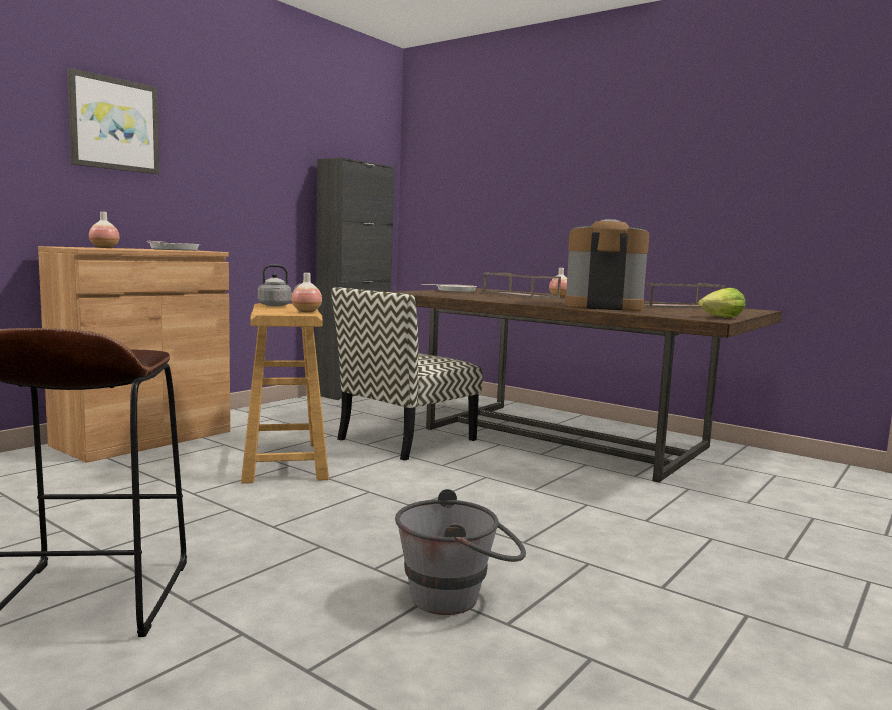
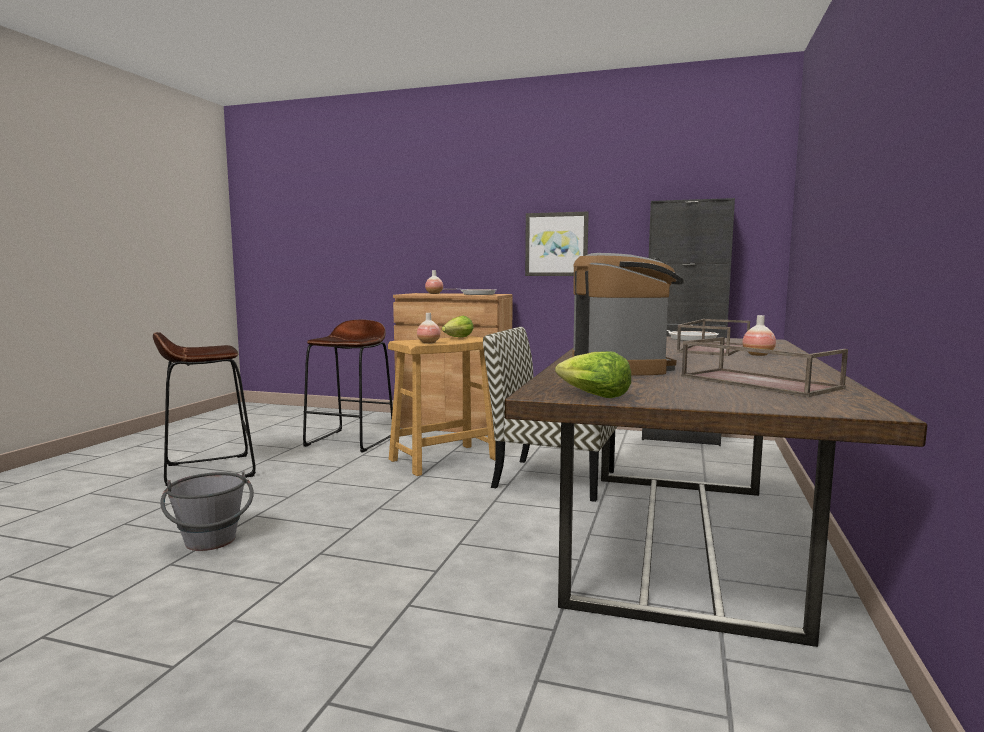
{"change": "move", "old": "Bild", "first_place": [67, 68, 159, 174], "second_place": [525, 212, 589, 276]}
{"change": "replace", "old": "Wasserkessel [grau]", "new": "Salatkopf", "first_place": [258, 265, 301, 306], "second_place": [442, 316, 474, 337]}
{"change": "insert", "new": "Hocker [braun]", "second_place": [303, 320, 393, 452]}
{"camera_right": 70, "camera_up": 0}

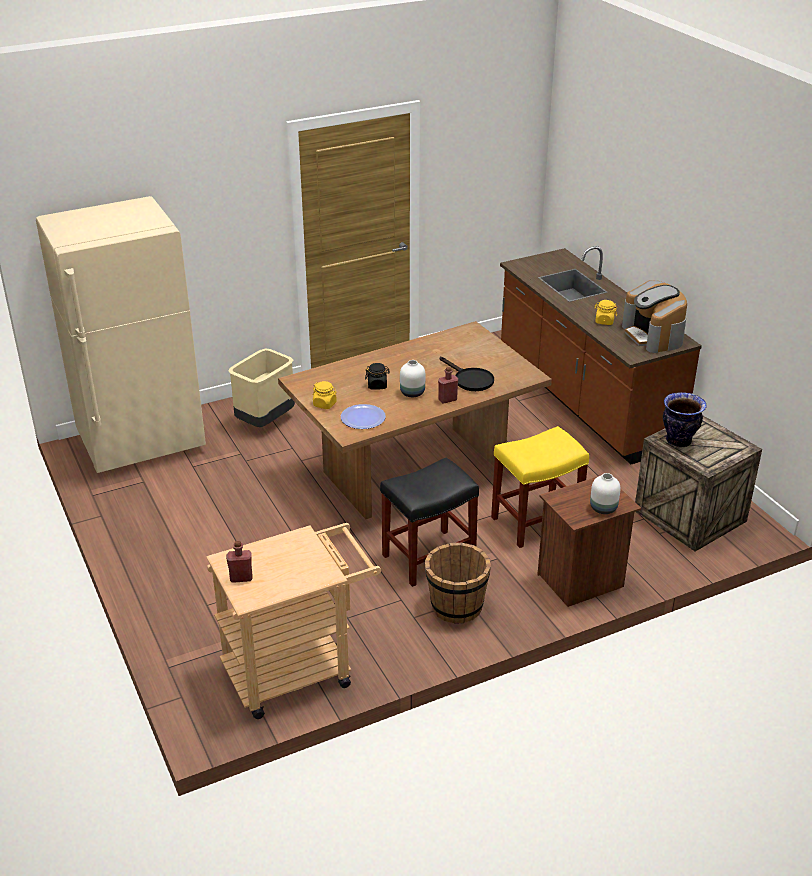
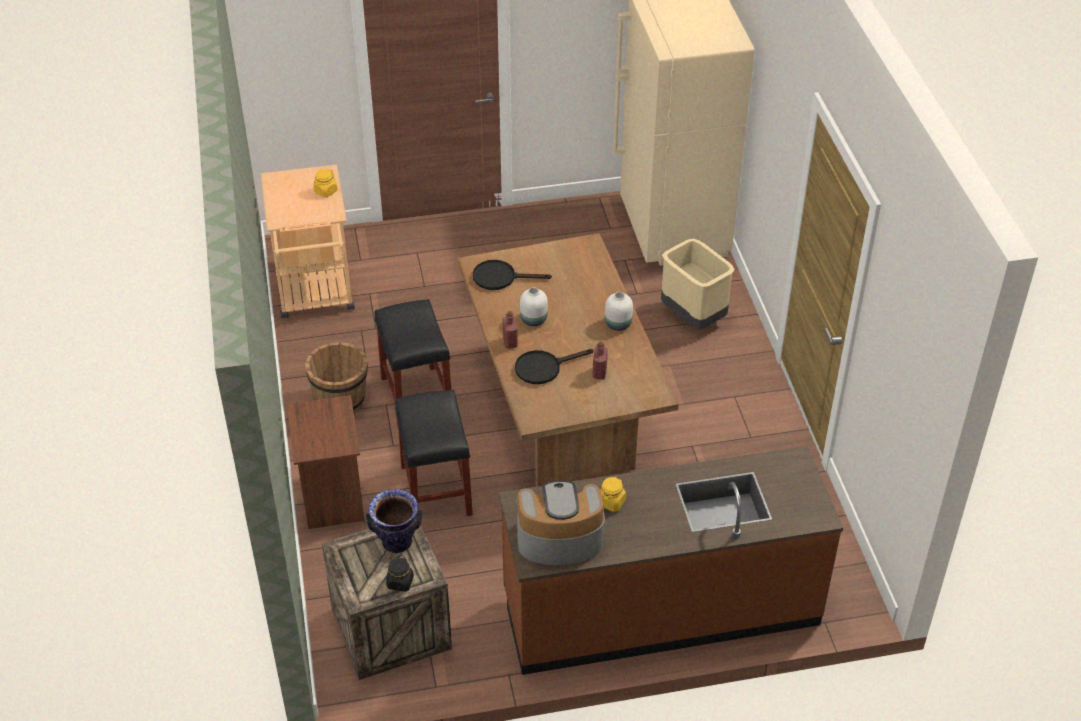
{"change": "move", "old": "Vorratsglas [schwarz]", "first_place": [365, 363, 390, 390], "second_place": [386, 556, 414, 592]}
{"change": "move", "old": "Vorratsglas [gelb]", "first_place": [313, 381, 337, 409], "second_place": [313, 169, 337, 198]}
{"change": "replace", "old": "Teller", "new": "Pfanne [schwarz]", "first_place": [341, 404, 386, 429], "second_place": [473, 260, 552, 290]}
{"change": "recolor", "old": "Hocker [gelb]", "new": "Hocker [schwarz]", "first_place": [491, 426, 589, 548], "second_place": [395, 390, 473, 516]}
{"change": "move", "old": "Vase [weiß]", "first_place": [590, 473, 620, 514], "second_place": [605, 292, 633, 331]}
{"change": "move", "old": "Flasche [rot]", "first_place": [226, 541, 252, 583], "second_place": [592, 342, 608, 380]}
{"camera_right": 105, "camera_up": 10}

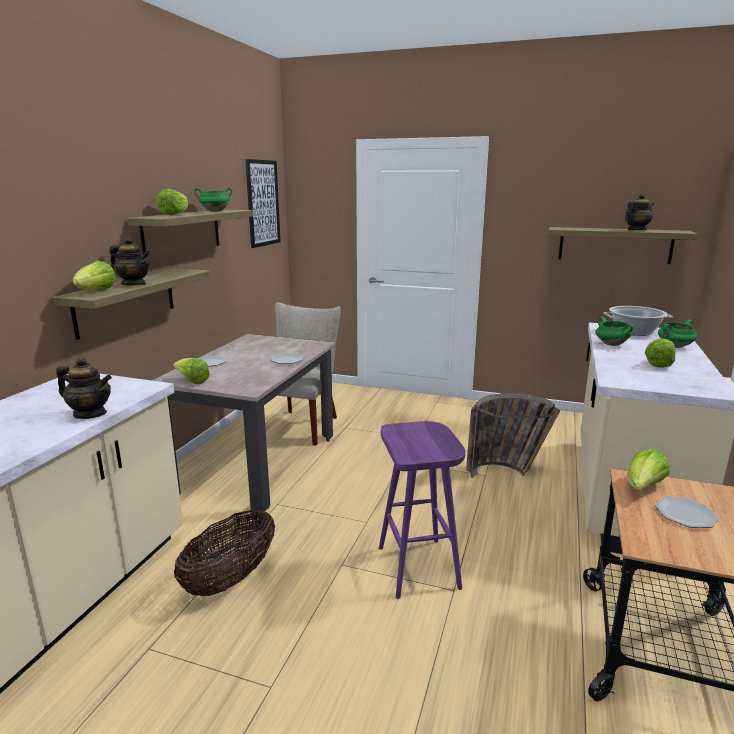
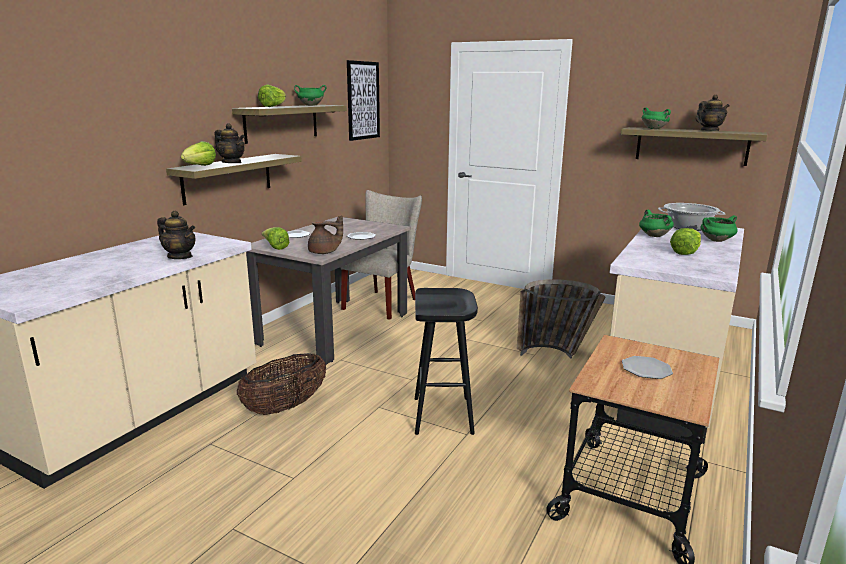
{"change": "recolor", "old": "Hocker [lila]", "new": "Hocker [schwarz]", "first_place": [379, 421, 465, 599], "second_place": [415, 288, 478, 435]}
{"change": "delete", "old": "Salatkopf", "first_place": [627, 449, 670, 490]}
{"change": "insert", "new": "Kochtopf [grün]", "second_place": [642, 108, 671, 129]}
{"change": "insert", "new": "Teekanne [braun]", "second_place": [308, 216, 343, 254]}
{"camera_right": 10, "camera_up": 0}

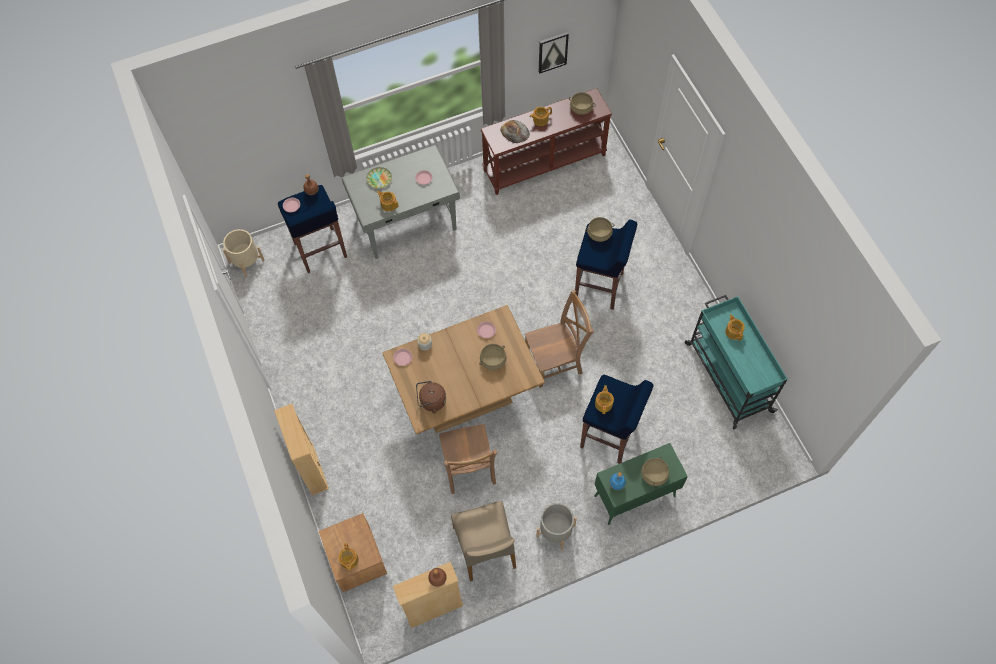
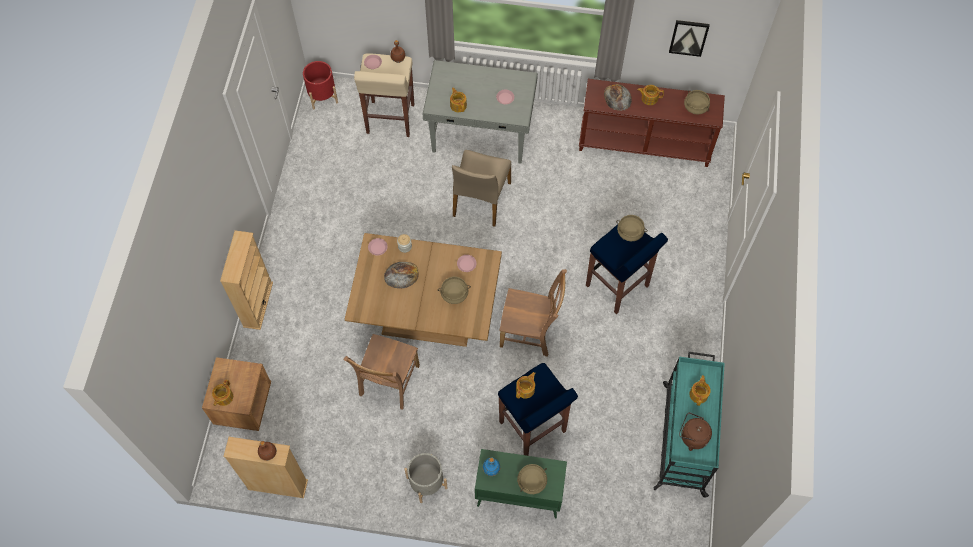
{"change": "delete", "old": "Teller", "first_place": [366, 167, 392, 189]}
{"change": "recolor", "old": "Hocker [blau]", "new": "Hocker [beige]", "first_place": [278, 185, 347, 273], "second_place": [354, 54, 414, 137]}
{"change": "recolor", "old": "Pflanzkübel [beige]", "new": "Pflanzkübel [rot]", "first_place": [223, 229, 265, 277], "second_place": [303, 61, 338, 109]}
{"change": "move", "old": "Wasserkessel [braun]", "first_place": [416, 381, 446, 413], "second_place": [679, 412, 712, 451]}
{"change": "move", "old": "Stuhl [beige]", "first_place": [451, 501, 516, 581], "second_place": [452, 150, 511, 227]}
{"change": "insert", "new": "Brot", "second_place": [384, 262, 419, 289]}
{"camera_right": 30, "camera_up": 0}

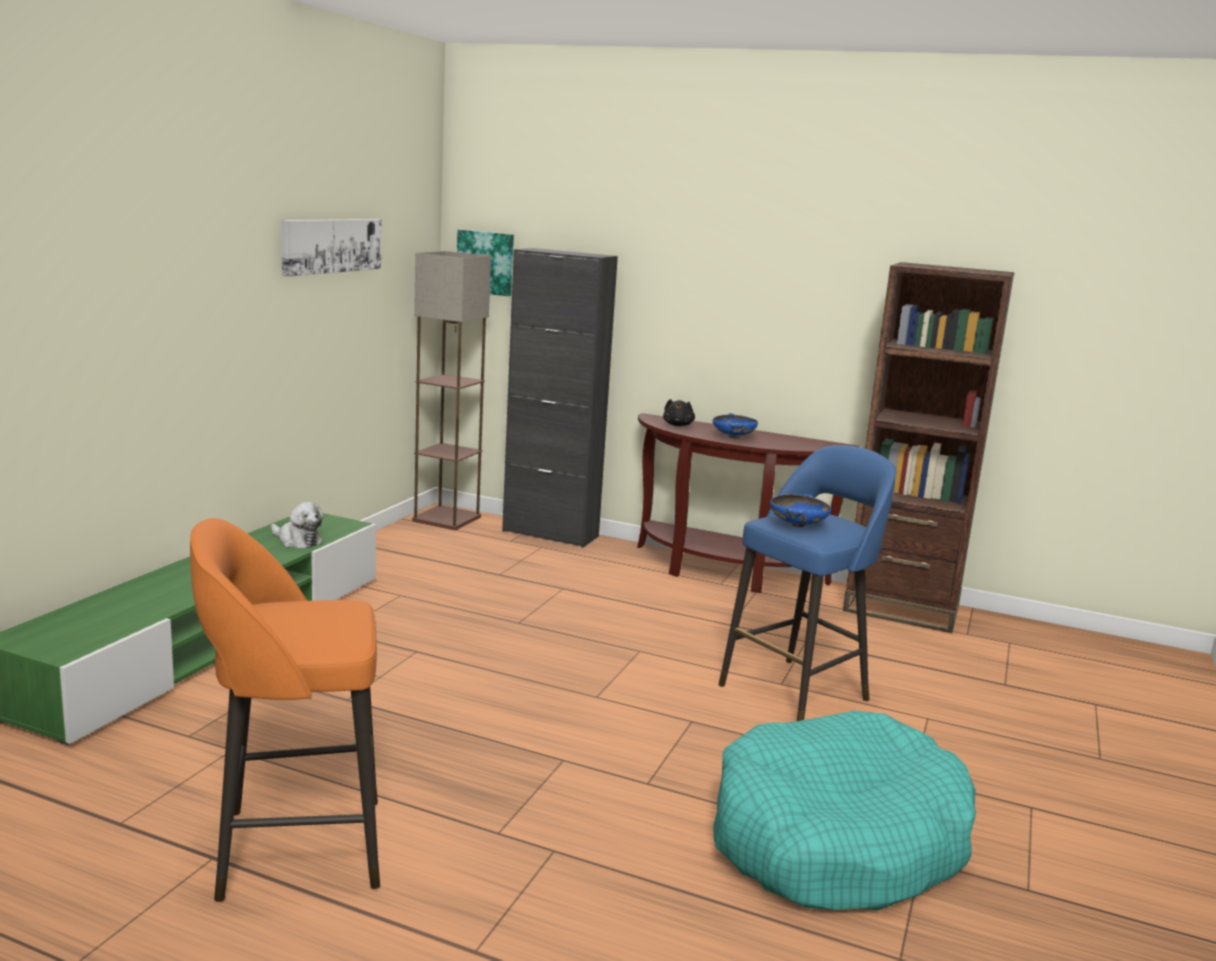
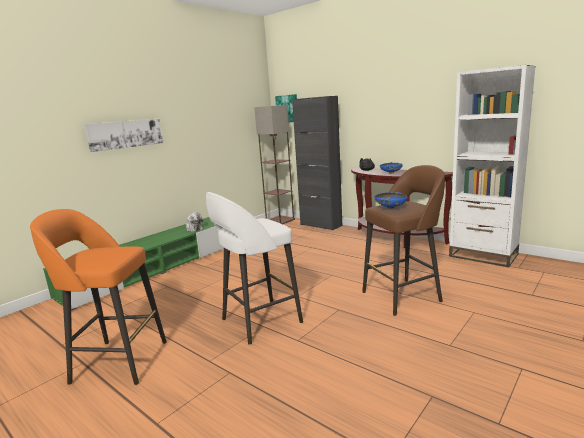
{"change": "move", "old": "Bild", "first_place": [281, 219, 381, 277], "second_place": [84, 119, 163, 152]}
{"change": "recolor", "old": "Bücherregal [braun]", "new": "Bücherregal [weiß]", "first_place": [843, 262, 1015, 633], "second_place": [449, 65, 536, 267]}
{"change": "recolor", "old": "Hocker [blau]", "new": "Hocker [braun]", "first_place": [718, 445, 896, 721], "second_place": [362, 165, 445, 316]}
{"change": "delete", "old": "Hundebett [türkis]", "first_place": [713, 711, 976, 910]}
{"change": "insert", "new": "Hocker [weiß]", "second_place": [206, 192, 303, 345]}
{"camera_right": 20, "camera_up": 0}

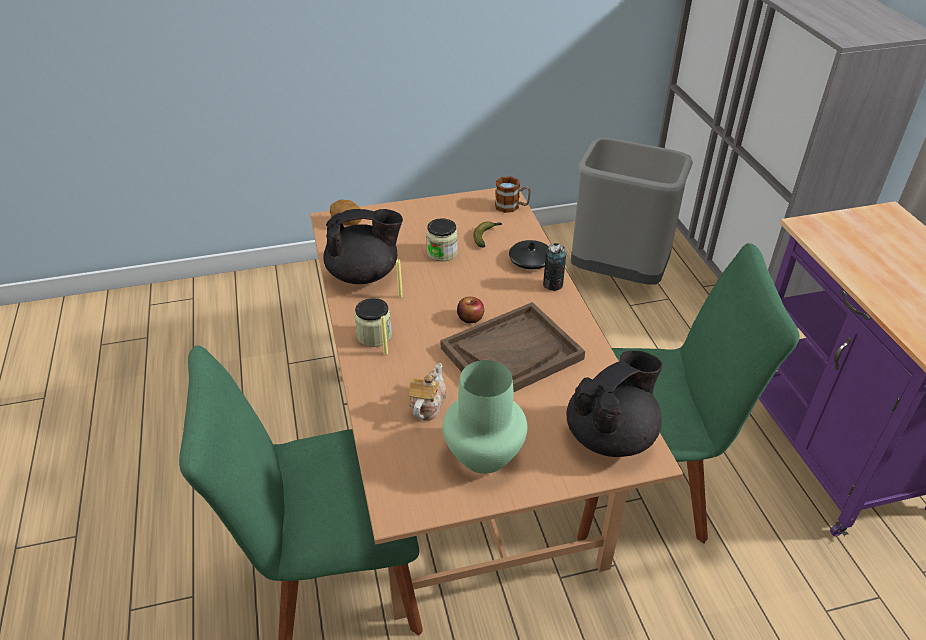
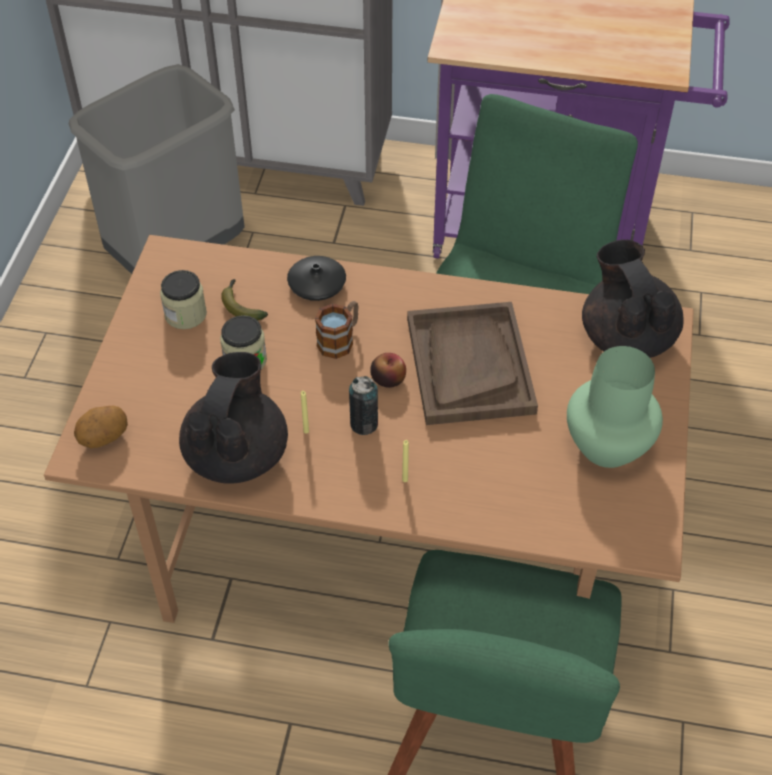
{"change": "move", "old": "Henkelbecher", "first_place": [495, 176, 531, 213], "second_place": [315, 301, 359, 359]}
{"change": "move", "old": "Dose", "first_place": [543, 243, 566, 291], "second_place": [349, 376, 378, 435]}
{"change": "move", "old": "Vorratsglas", "first_place": [354, 298, 392, 347], "second_place": [160, 270, 207, 329]}
{"change": "delete", "old": "Teekanne", "first_place": [409, 363, 447, 421]}
{"camera_right": -65, "camera_up": 10}

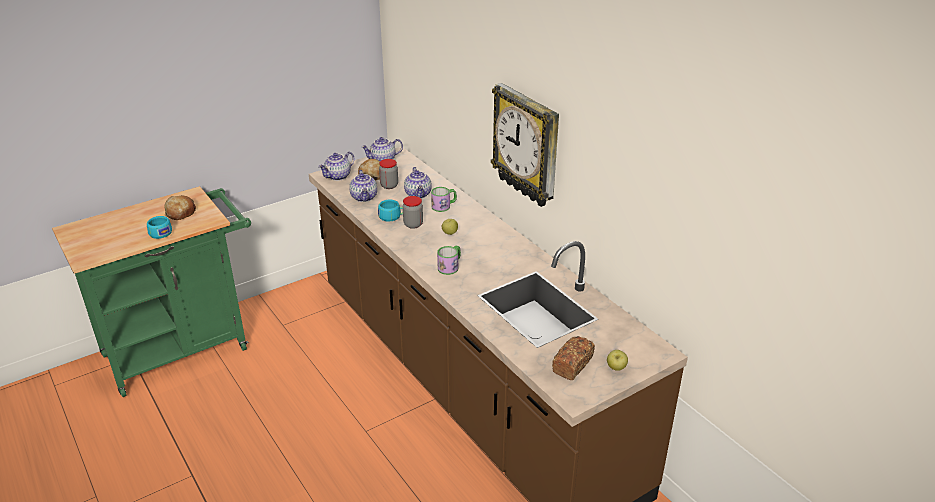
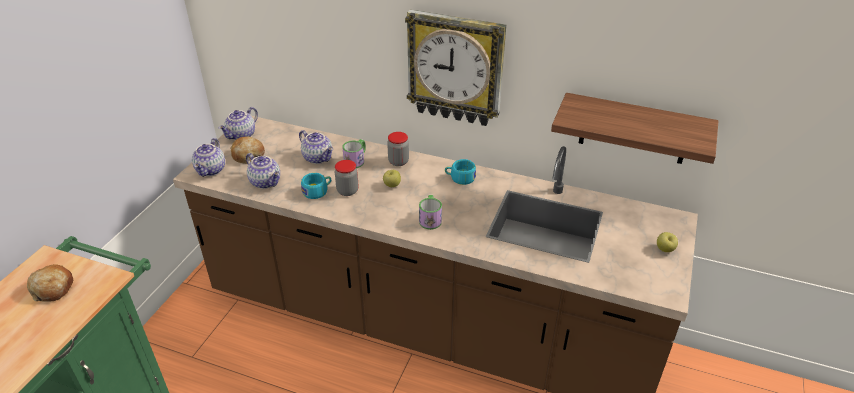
{"change": "move", "old": "Vorratsglas", "first_place": [379, 159, 398, 189], "second_place": [387, 132, 409, 166]}
{"change": "move", "old": "Tasse [türkis]", "first_place": [147, 216, 172, 239], "second_place": [445, 159, 476, 185]}
{"change": "delete", "old": "Brot", "first_place": [552, 336, 595, 380]}
{"change": "insert", "new": "Wandregal", "second_place": [551, 93, 718, 164]}
{"camera_right": -35, "camera_up": 5}

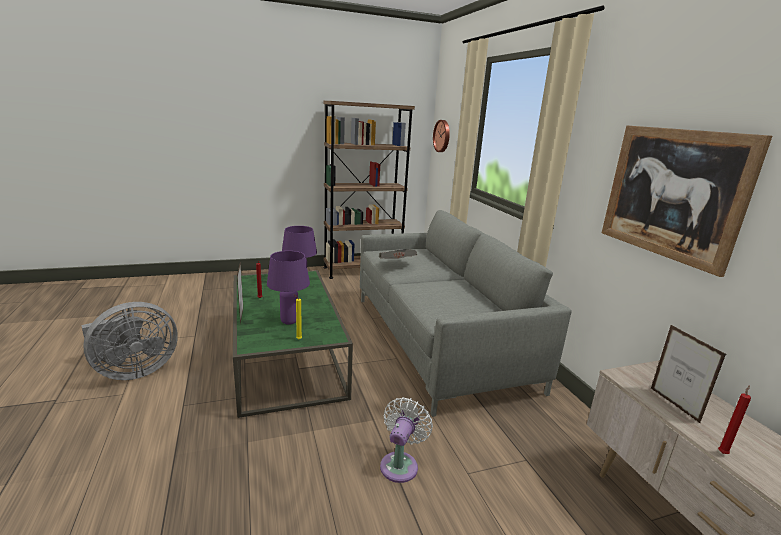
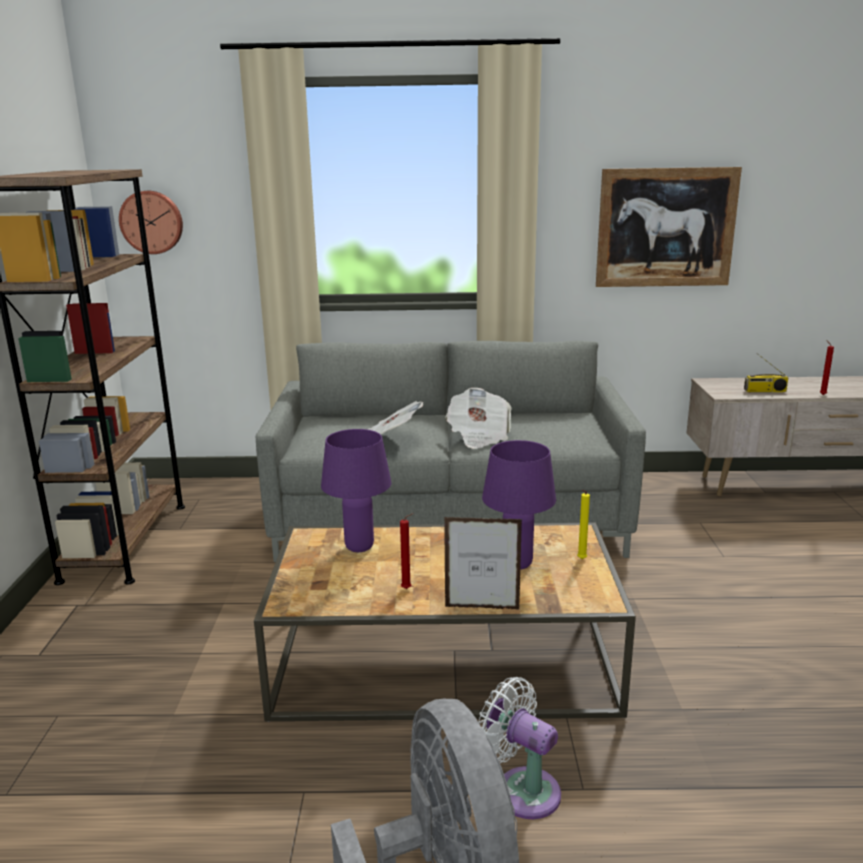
{"change": "recolor", "old": "Couchtisch [grün]", "new": "Couchtisch [braun]", "first_place": [233, 270, 353, 418], "second_place": [254, 523, 636, 722]}
{"change": "replace", "old": "Bilderrahmen", "new": "Radio", "first_place": [651, 325, 726, 424], "second_place": [744, 353, 789, 392]}
{"change": "move", "old": "Ventilator [weiß]", "first_place": [380, 397, 433, 483], "second_place": [478, 677, 561, 819]}
{"change": "insert", "new": "Zeitung", "second_place": [445, 388, 512, 449]}
{"camera_right": -70, "camera_up": 0}

